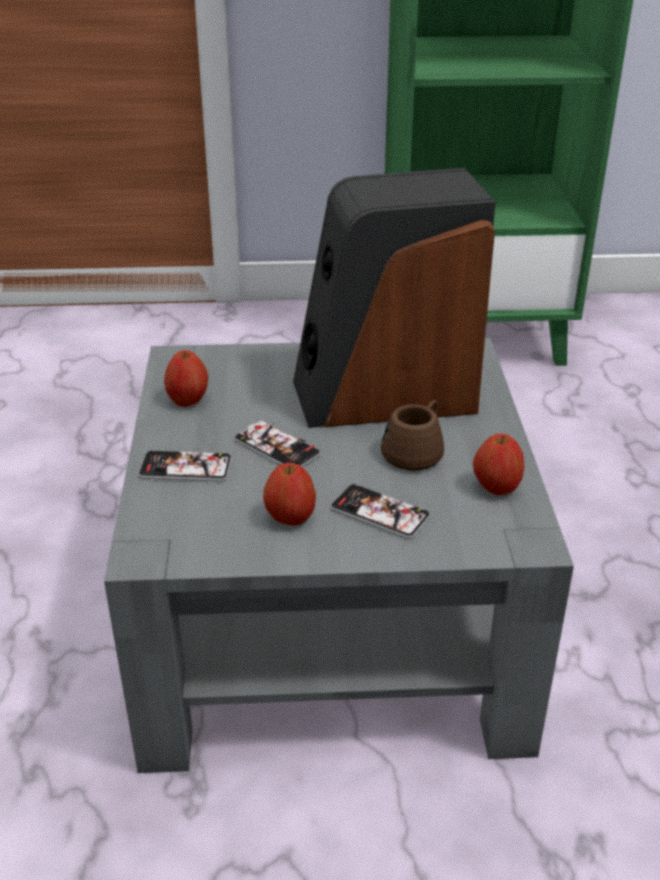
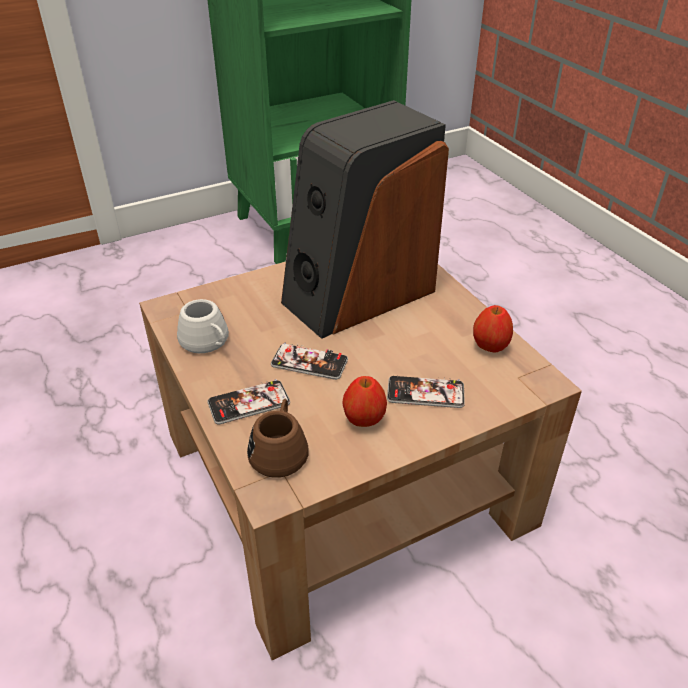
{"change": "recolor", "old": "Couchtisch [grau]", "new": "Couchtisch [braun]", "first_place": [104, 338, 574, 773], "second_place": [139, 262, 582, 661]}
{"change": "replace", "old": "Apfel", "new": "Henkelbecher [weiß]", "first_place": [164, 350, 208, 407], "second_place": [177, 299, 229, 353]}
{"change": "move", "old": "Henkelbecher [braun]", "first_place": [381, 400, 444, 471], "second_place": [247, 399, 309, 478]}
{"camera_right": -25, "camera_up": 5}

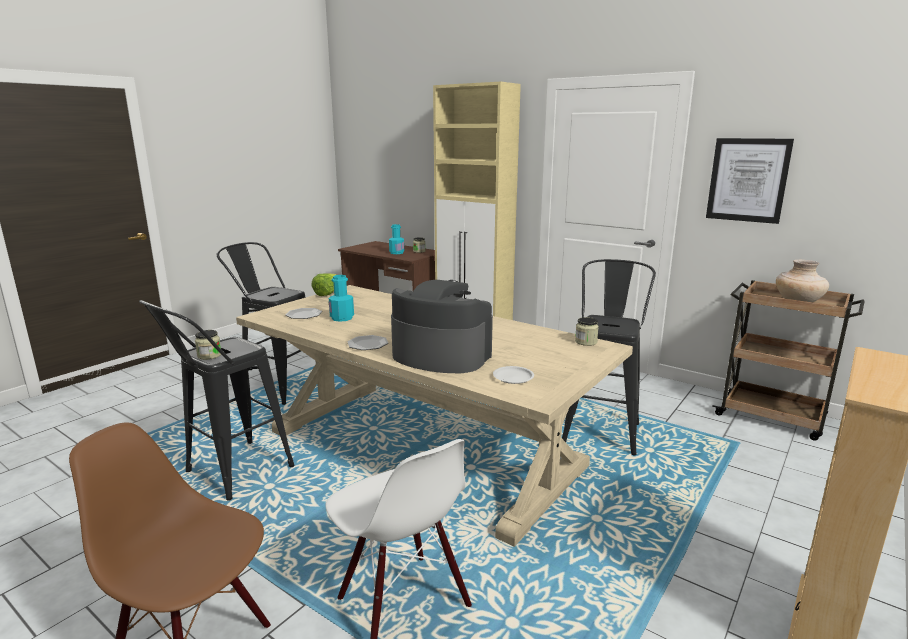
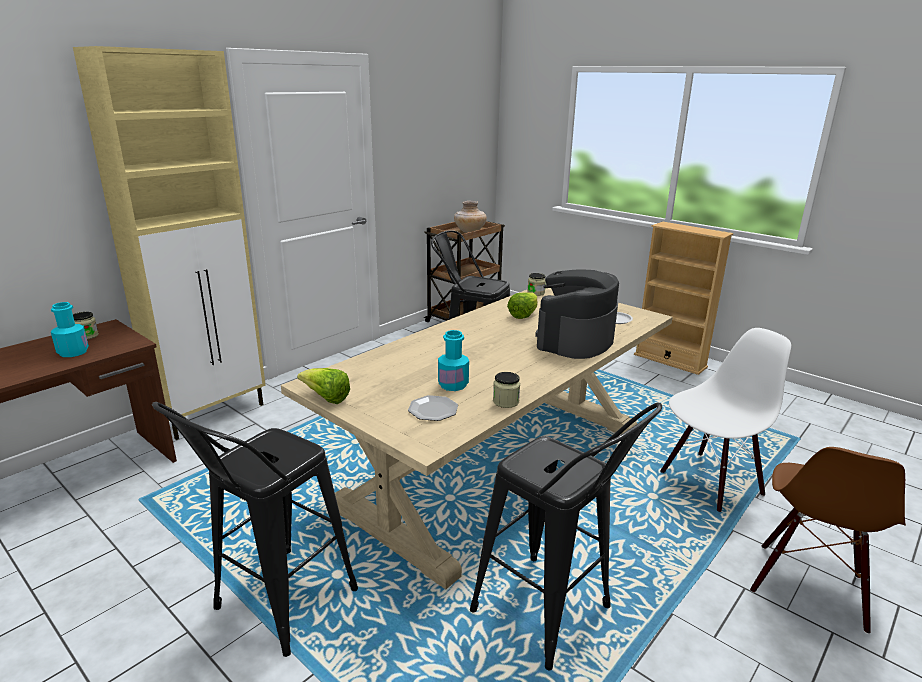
{"change": "delete", "old": "Bild", "first_place": [706, 138, 794, 224]}
{"change": "move", "old": "Vorratsglas", "first_place": [195, 330, 221, 360], "second_place": [493, 372, 520, 408]}
{"change": "delete", "old": "Teller", "first_place": [348, 335, 388, 350]}
{"change": "insert", "new": "Salatkopf", "second_place": [507, 292, 538, 319]}
{"camera_right": -85, "camera_up": 5}

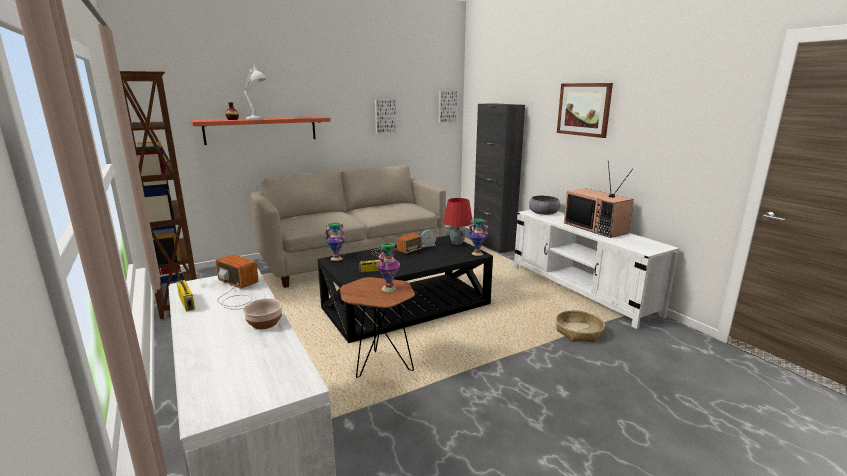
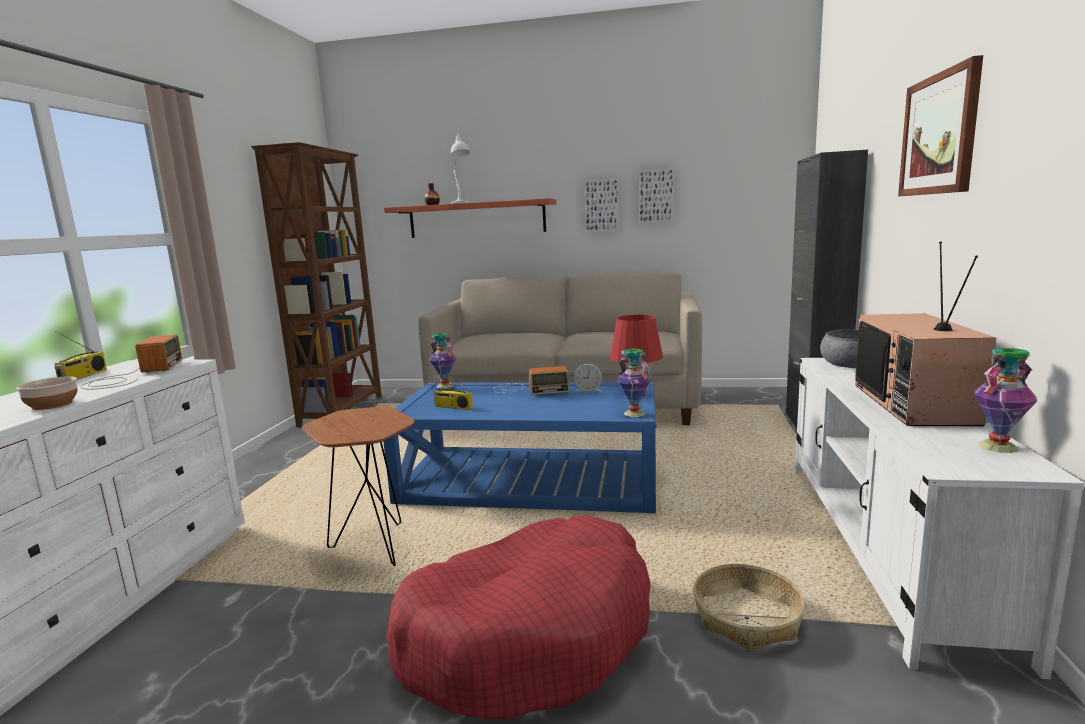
{"change": "move", "old": "Bild", "first_place": [439, 91, 458, 123], "second_place": [585, 179, 619, 232]}
{"change": "recolor", "old": "Couchtisch [schwarz]", "new": "Couchtisch [blau]", "first_place": [318, 235, 493, 343], "second_place": [383, 382, 657, 513]}
{"change": "move", "old": "Vase", "first_place": [377, 243, 400, 292], "second_place": [974, 348, 1037, 453]}
{"change": "insert", "new": "Hundebett [rot]", "second_place": [386, 515, 651, 719]}
{"camera_right": 40, "camera_up": -5}

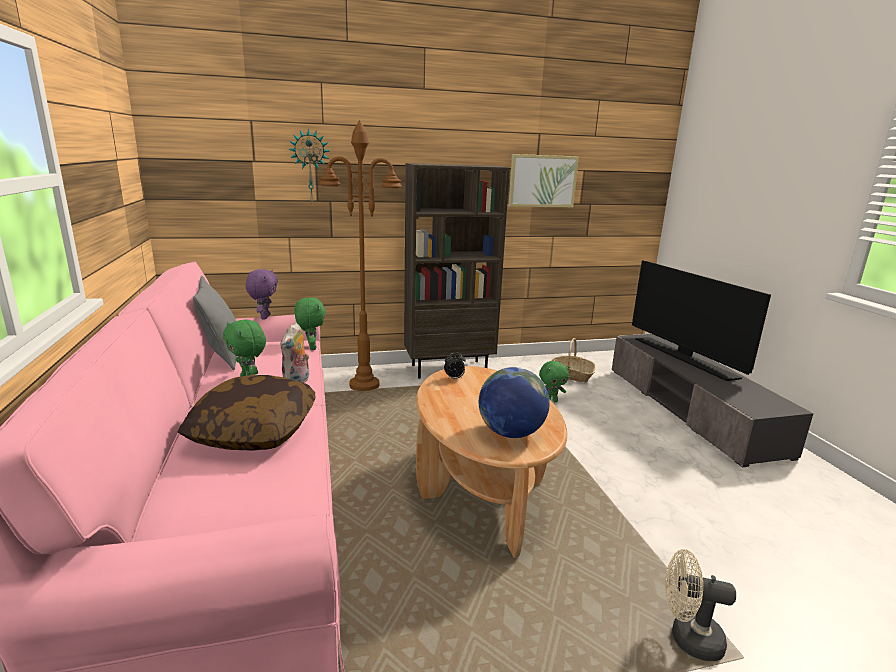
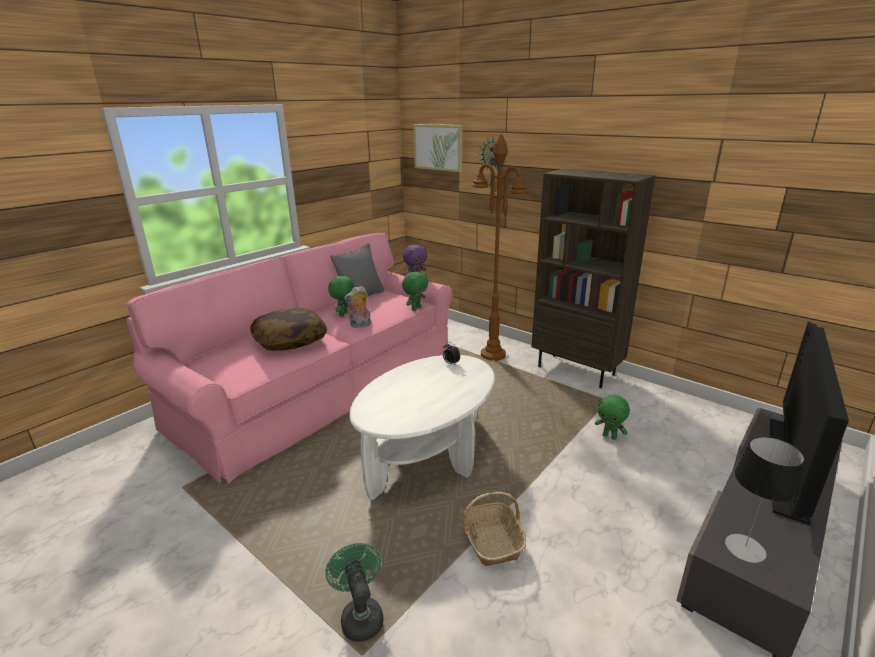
{"change": "move", "old": "Bild", "first_place": [508, 154, 579, 207], "second_place": [413, 124, 462, 172]}
{"change": "move", "old": "Korb", "first_place": [551, 338, 596, 382], "second_place": [462, 492, 526, 566]}
{"change": "recolor", "old": "Couchtisch [braun]", "new": "Couchtisch [weiß]", "first_place": [416, 366, 567, 558], "second_place": [349, 355, 495, 500]}
{"change": "delete", "old": "Globus", "first_place": [479, 367, 550, 438]}
{"change": "recolor", "old": "Ventilator [beige]", "new": "Ventilator [grün]", "first_place": [665, 549, 736, 661], "second_place": [326, 543, 383, 642]}
{"change": "insert", "new": "Tischlampe", "second_place": [725, 437, 805, 563]}
{"camera_right": 55, "camera_up": 5}

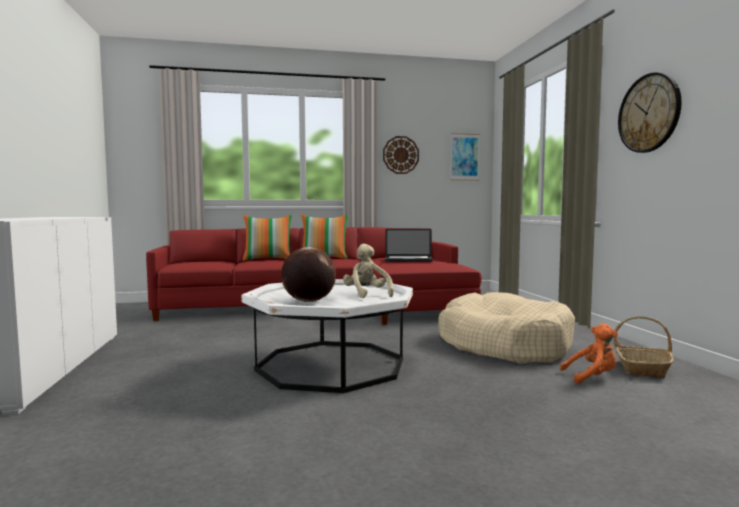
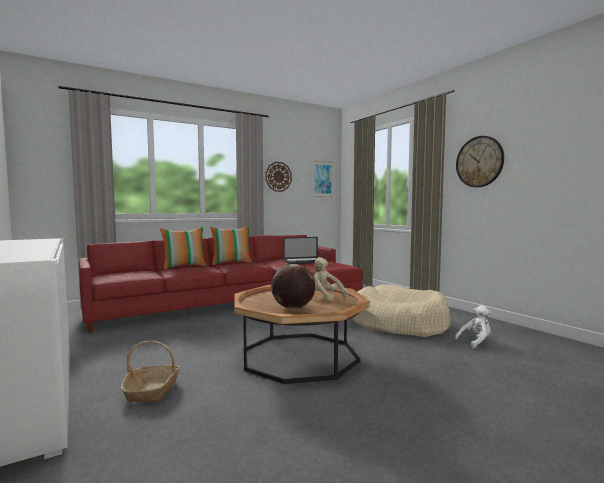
{"change": "recolor", "old": "Couchtisch [weiß]", "new": "Couchtisch [braun]", "first_place": [241, 279, 413, 393], "second_place": [234, 285, 370, 384]}
{"change": "move", "old": "Korb", "first_place": [614, 316, 674, 378], "second_place": [121, 341, 180, 403]}
{"change": "recolor", "old": "Plüschtier [orange]", "new": "Plüschtier [weiß]", "first_place": [560, 324, 618, 384], "second_place": [454, 305, 491, 348]}
{"camera_right": -20, "camera_up": 0}

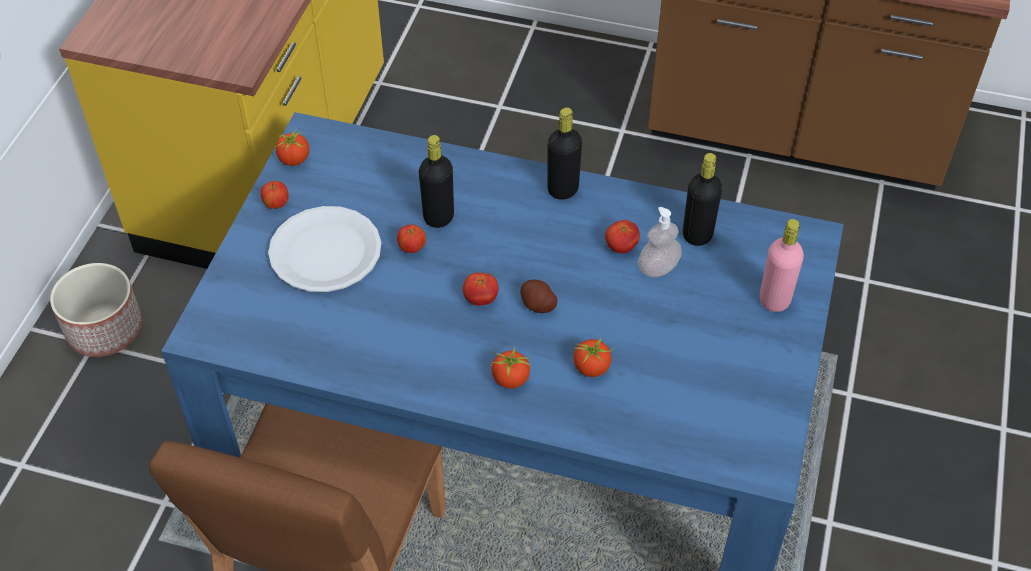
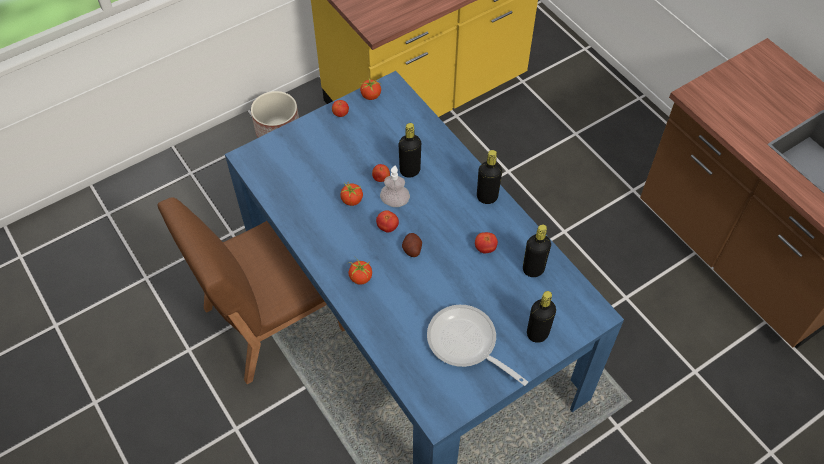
{"change": "delete", "old": "Teller [weiß]", "first_place": [268, 206, 381, 292]}
{"change": "move", "old": "Seifenspender", "first_place": [638, 207, 682, 277], "second_place": [380, 166, 410, 207]}
{"change": "recolor", "old": "Flasche [rosa]", "new": "Flasche [schwarz]", "first_place": [760, 219, 804, 312], "second_place": [527, 291, 556, 343]}
{"change": "move", "old": "Tomate", "first_place": [574, 335, 613, 377], "second_place": [340, 183, 363, 206]}
{"change": "insert", "new": "Pfanne", "second_place": [427, 305, 528, 386]}
{"camera_right": 40, "camera_up": 5}

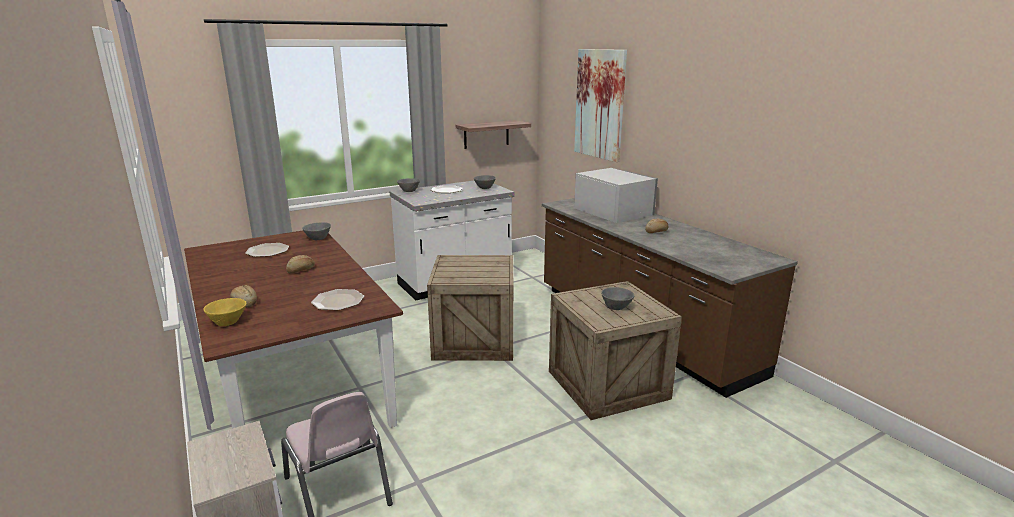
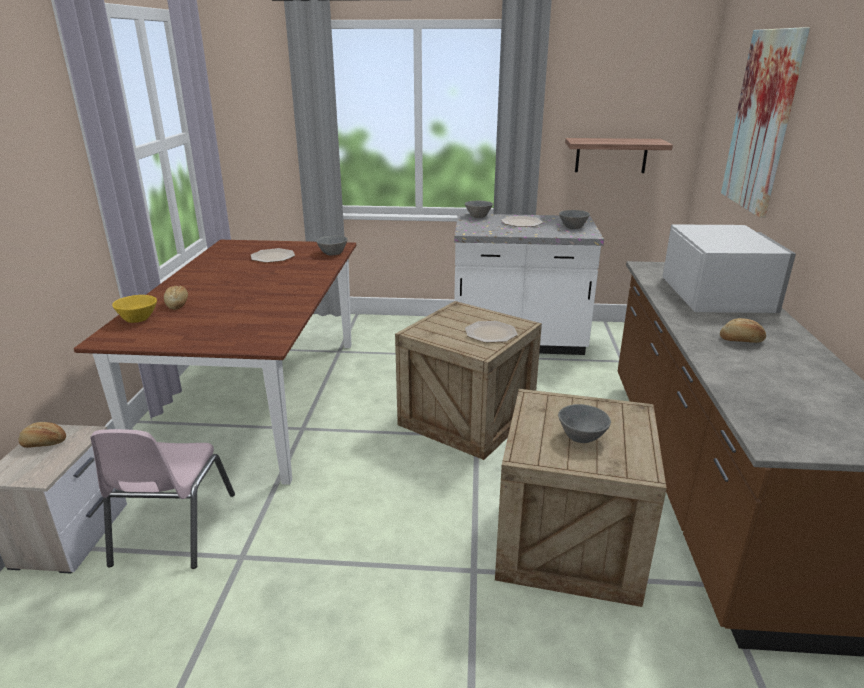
{"change": "move", "old": "Brot", "first_place": [286, 255, 315, 273], "second_place": [19, 422, 66, 448]}
{"change": "move", "old": "Teller", "first_place": [311, 289, 364, 310], "second_place": [465, 321, 517, 343]}
{"camera_right": 35, "camera_up": 5}

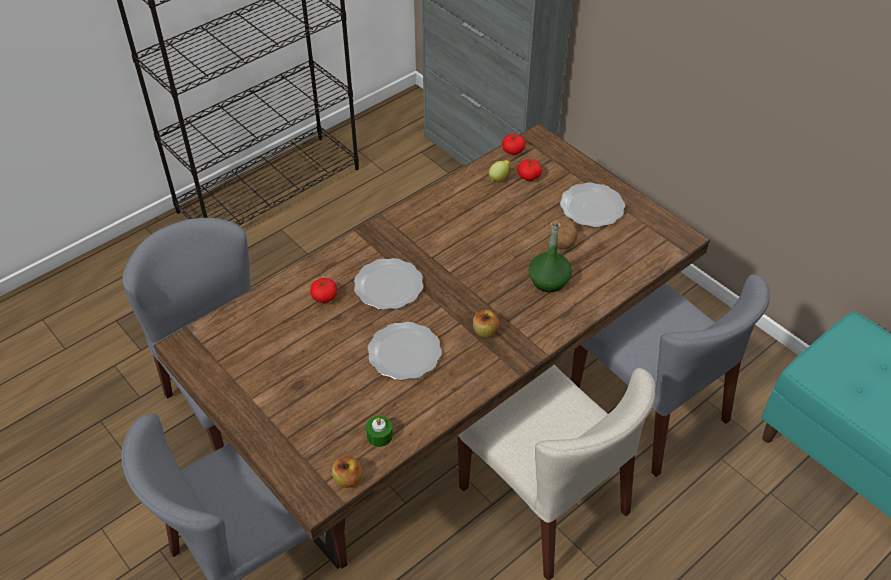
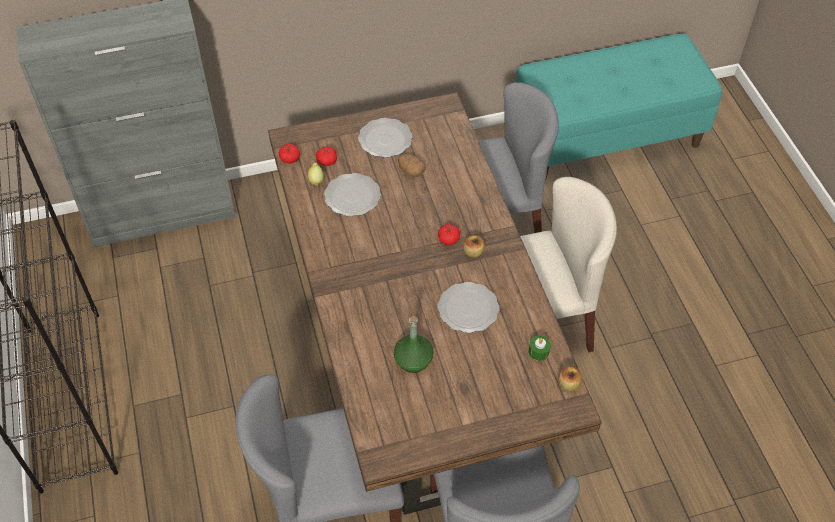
{"change": "move", "old": "Flasche [grün]", "first_place": [529, 220, 572, 292], "second_place": [394, 316, 433, 373]}
{"change": "move", "old": "Teller", "first_place": [354, 258, 423, 310], "second_place": [324, 173, 381, 217]}
{"change": "move", "old": "Tomate", "first_place": [310, 278, 337, 303], "second_place": [438, 224, 460, 245]}
{"camera_right": -65, "camera_up": 5}

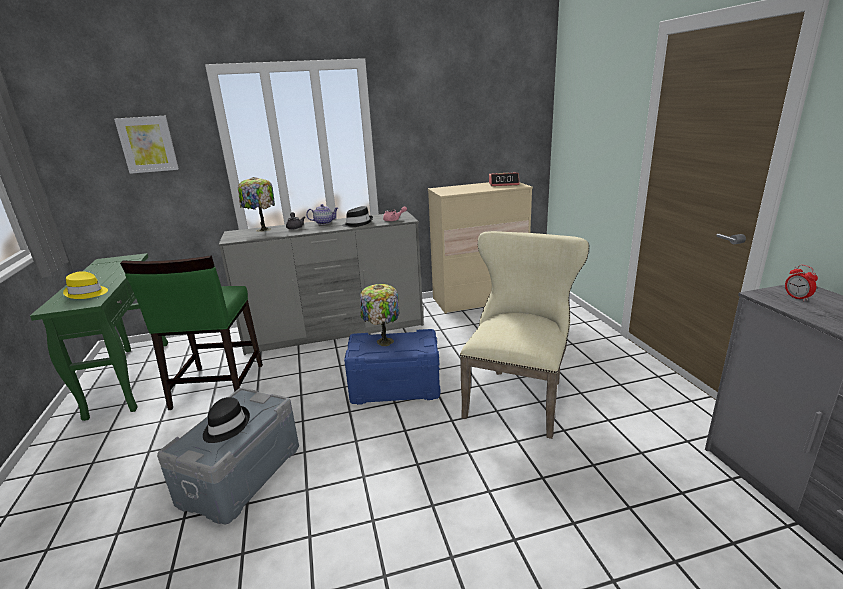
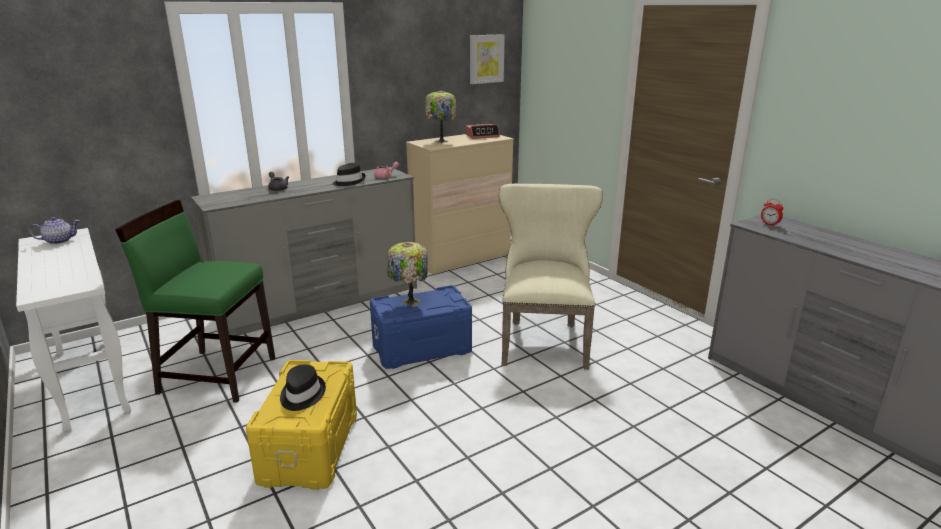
{"change": "move", "old": "Bild", "first_place": [114, 116, 179, 174], "second_place": [470, 34, 505, 84]}
{"change": "move", "old": "Tischlampe", "first_place": [238, 177, 275, 232], "second_place": [425, 90, 456, 143]}
{"change": "move", "old": "Teekanne", "first_place": [306, 204, 338, 225], "second_place": [30, 217, 80, 244]}
{"change": "recolor", "old": "Konsolentisch [grün]", "new": "Konsolentisch [weiß]", "first_place": [30, 253, 168, 421], "second_place": [16, 228, 131, 432]}
{"change": "rotate", "old": "Stuhl [grün]", "first_place": [120, 255, 263, 410], "second_place": [115, 200, 275, 403], "degrees": 120}
{"change": "delete", "old": "Hut [gelb]", "first_place": [63, 271, 108, 299]}
{"change": "recolor", "old": "Aufbewahrungsbox [grau]", "new": "Aufbewahrungsbox [gelb]", "first_place": [157, 388, 299, 524], "second_place": [246, 360, 357, 490]}
{"camera_right": -20, "camera_up": 0}

